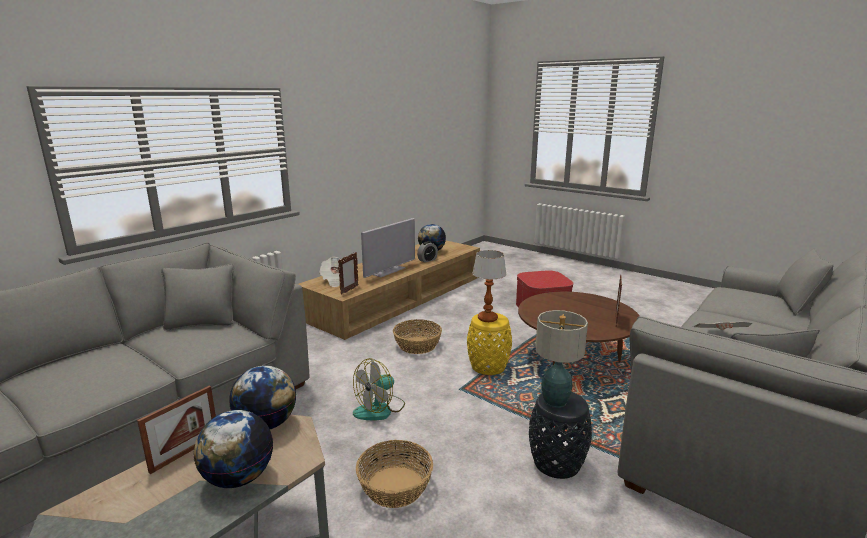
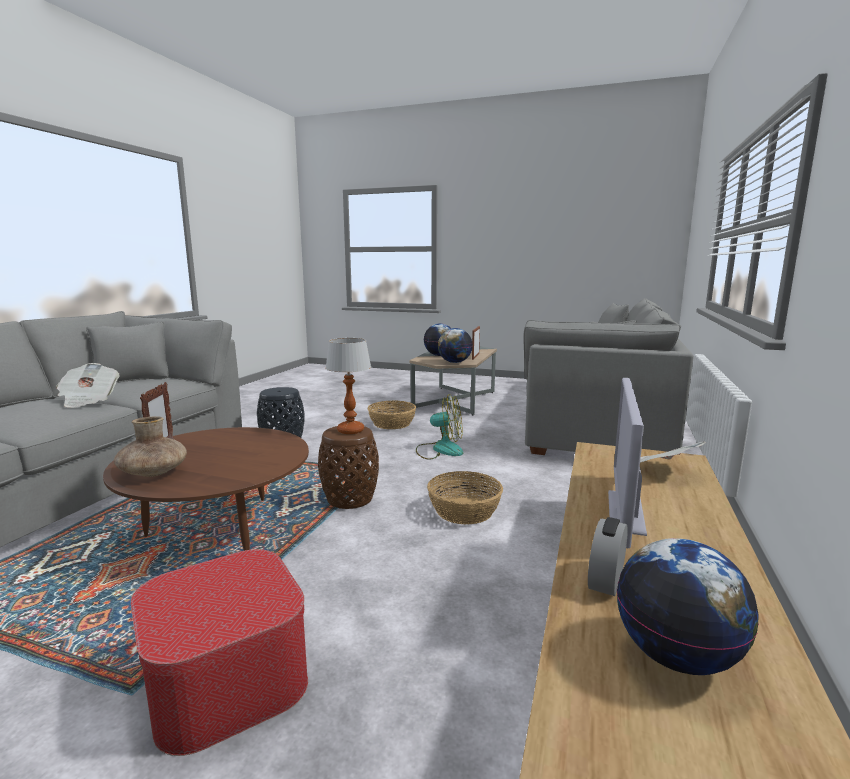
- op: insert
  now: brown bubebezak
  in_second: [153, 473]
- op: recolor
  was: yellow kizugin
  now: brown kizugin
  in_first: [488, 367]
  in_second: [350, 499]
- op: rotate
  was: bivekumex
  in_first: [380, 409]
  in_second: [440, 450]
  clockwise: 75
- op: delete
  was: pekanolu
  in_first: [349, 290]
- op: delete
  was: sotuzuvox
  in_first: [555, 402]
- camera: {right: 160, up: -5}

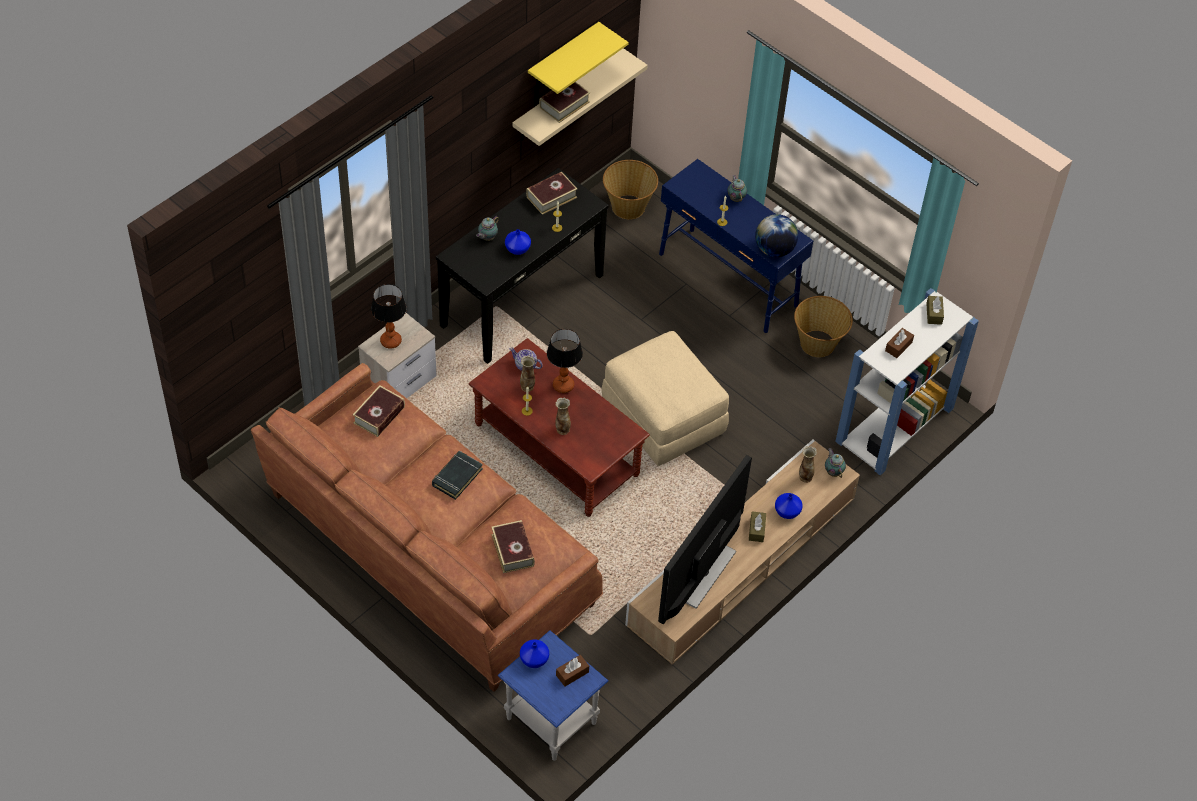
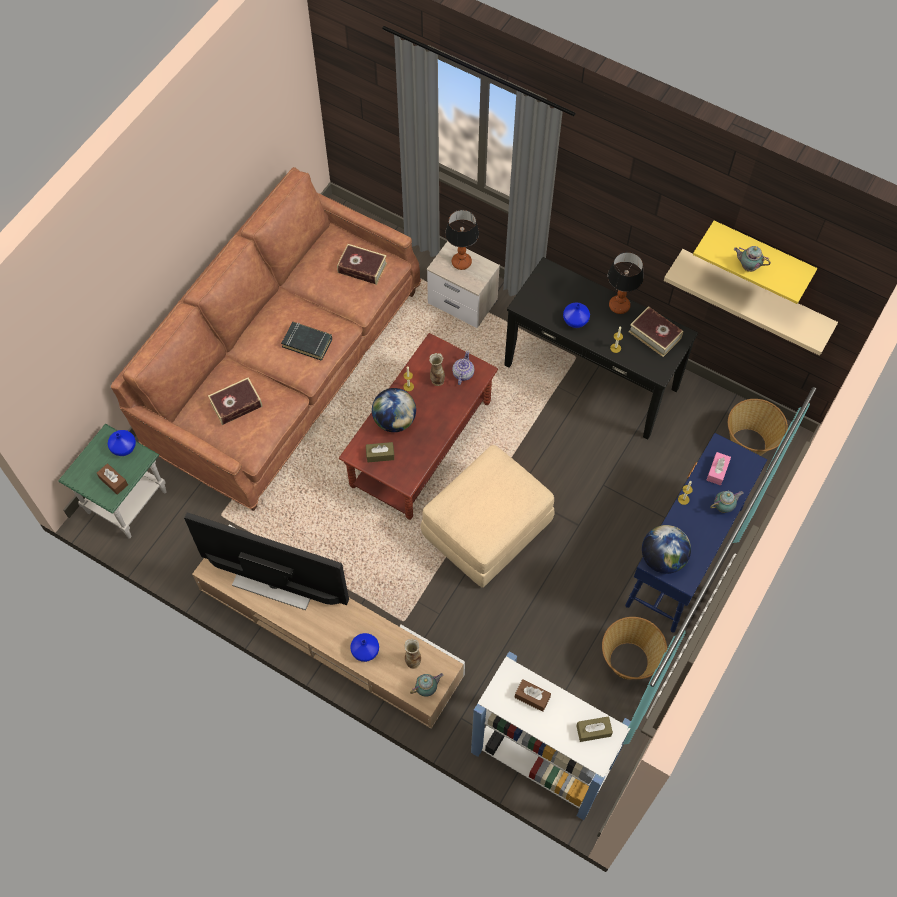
- op: recolor
  was: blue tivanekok
  now: green tivanekok
  in_first: [550, 720]
  in_second: [127, 501]
- op: move
  was: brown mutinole
  in_first: [756, 530]
  in_second: [380, 455]
- op: replace
  was: bubebezak
  now: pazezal
  in_first: [562, 429]
  in_second: [394, 420]
- op: move
  was: sotuzuvox
  in_first: [562, 385]
  in_second: [619, 305]
- op: insert
  now: pink mutinole
  in_second: [717, 471]
- op: move
  was: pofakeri
  in_first: [487, 238]
  in_second: [747, 266]
- op: delete
  was: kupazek
  in_first: [564, 105]
- camera: {right: 80, up: 10}

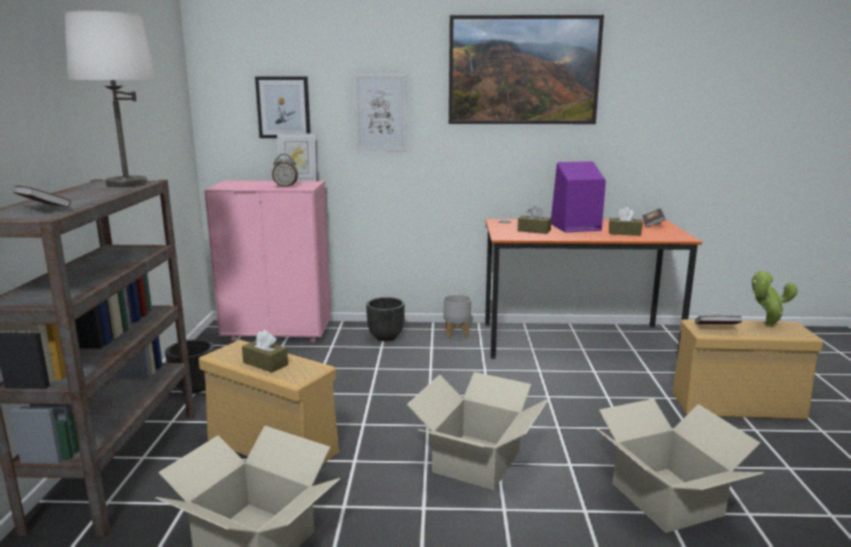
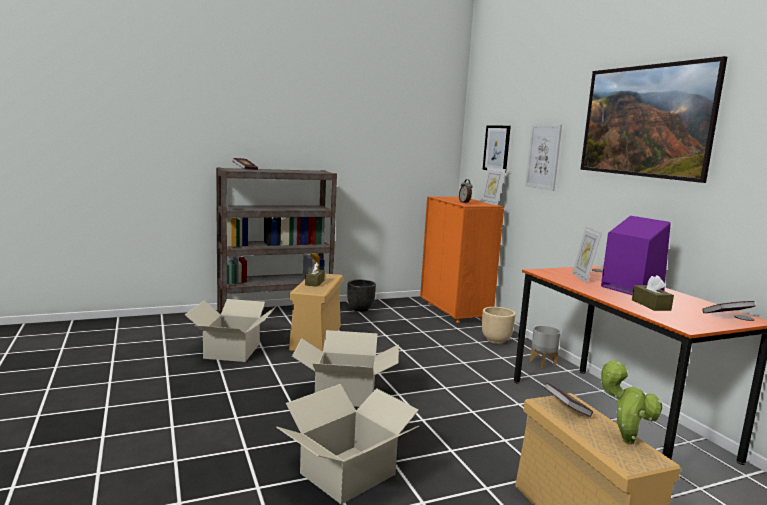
- op: recolor
  was: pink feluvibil
  now: orange feluvibil
  in_first: [279, 333]
  in_second: [455, 312]
- op: recolor
  was: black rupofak
  now: beige rupofak
  in_first: [386, 337]
  in_second: [496, 340]
- op: replace
  was: brown mutinole
  now: pekanolu
  in_first: [534, 231]
  in_second: [583, 278]
- op: delete
  was: white sotuzuvox
  in_first: [126, 184]
- camera: {right: 65, up: -5}

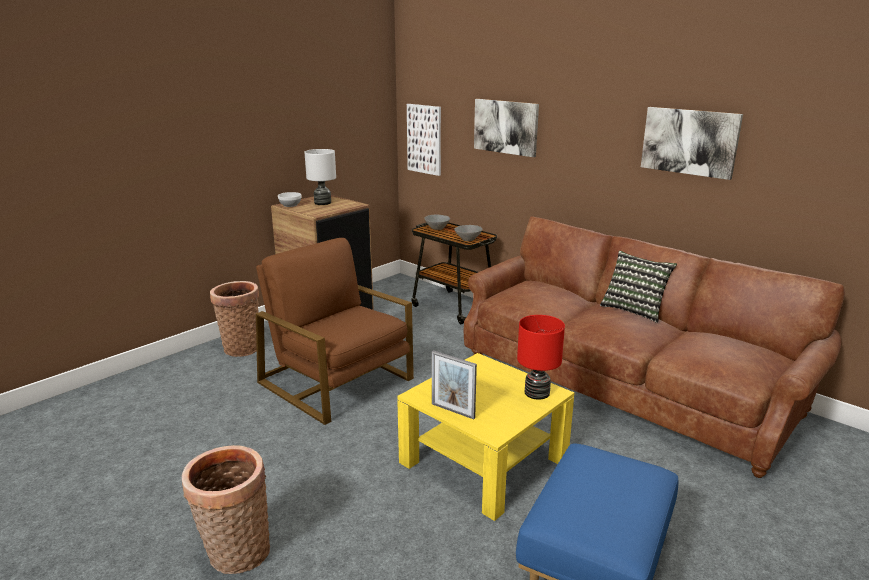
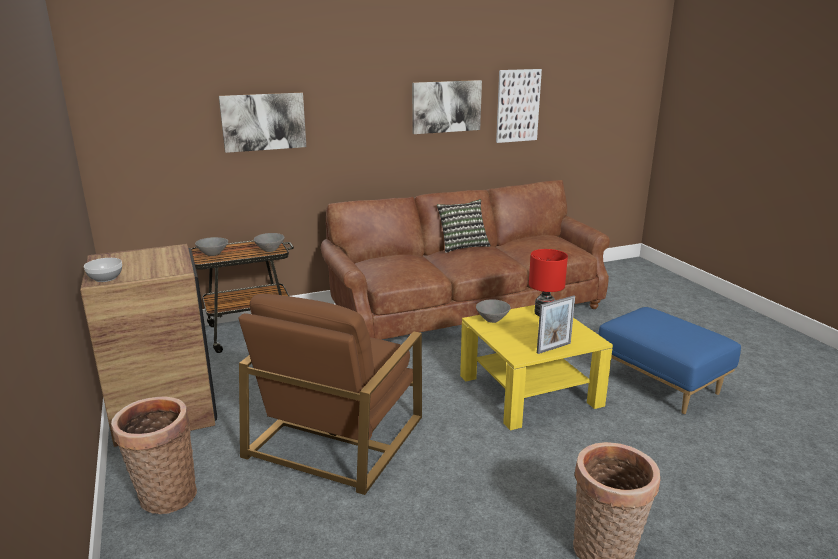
- op: rotate
  was: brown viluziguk
  in_first: [338, 381]
  in_second: [335, 434]
  clockwise: -45
- op: insert
  now: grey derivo
  in_second: [492, 319]
- op: move
  was: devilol
  in_first: [424, 139]
  in_second: [517, 105]
- op: delete
  was: grey sotuzuvox
  in_first: [322, 203]
- camera: {right: -65, up: 0}

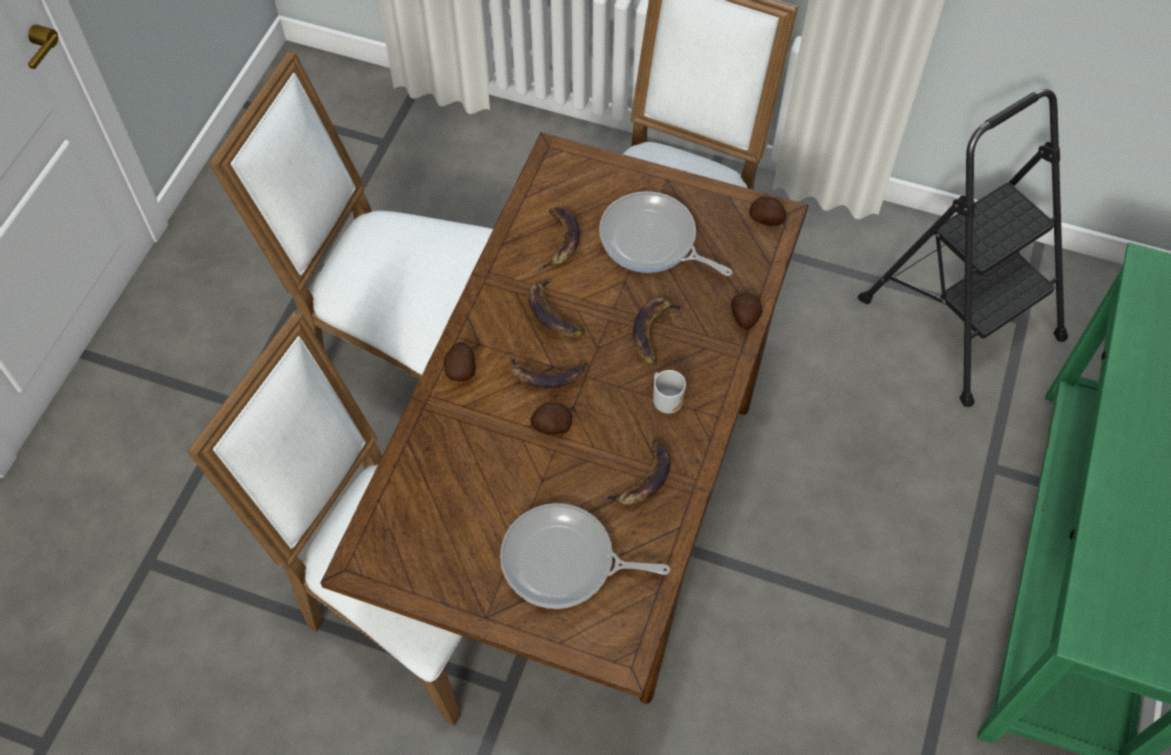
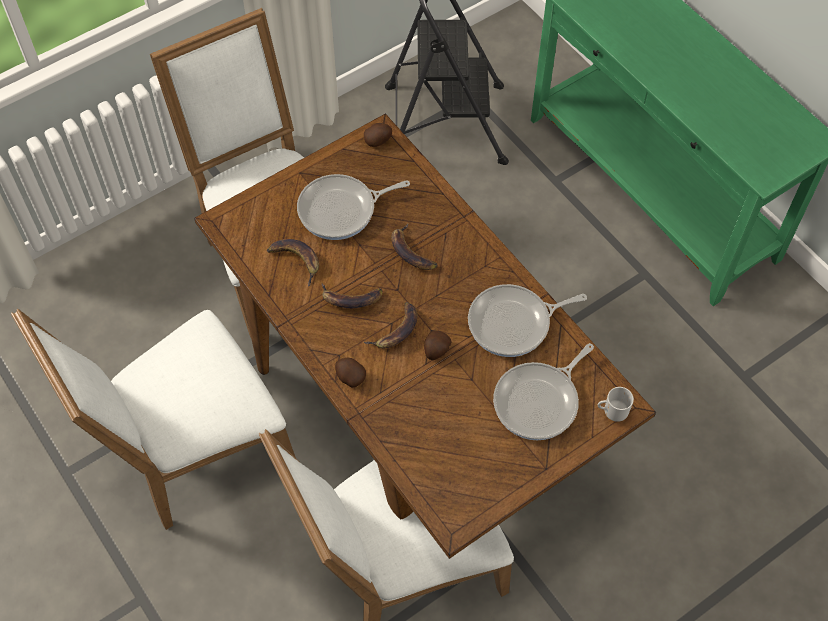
- op: replace
  was: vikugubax
  now: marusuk
  in_first: [643, 480]
  in_second: [513, 323]
- op: move
  was: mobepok
  in_first: [667, 402]
  in_second: [613, 412]
- op: delete
  was: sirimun
  in_first: [744, 318]
- camera: {right: -55, up: 0}

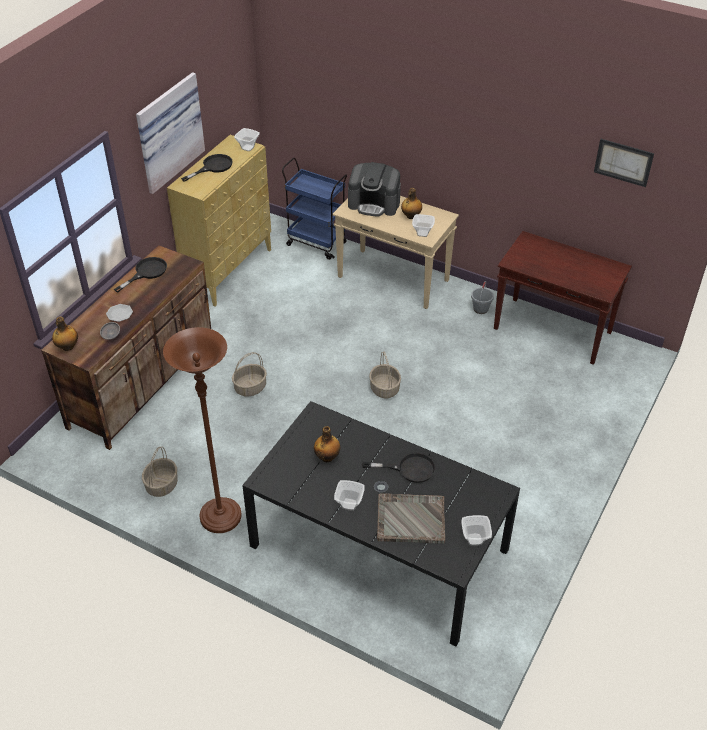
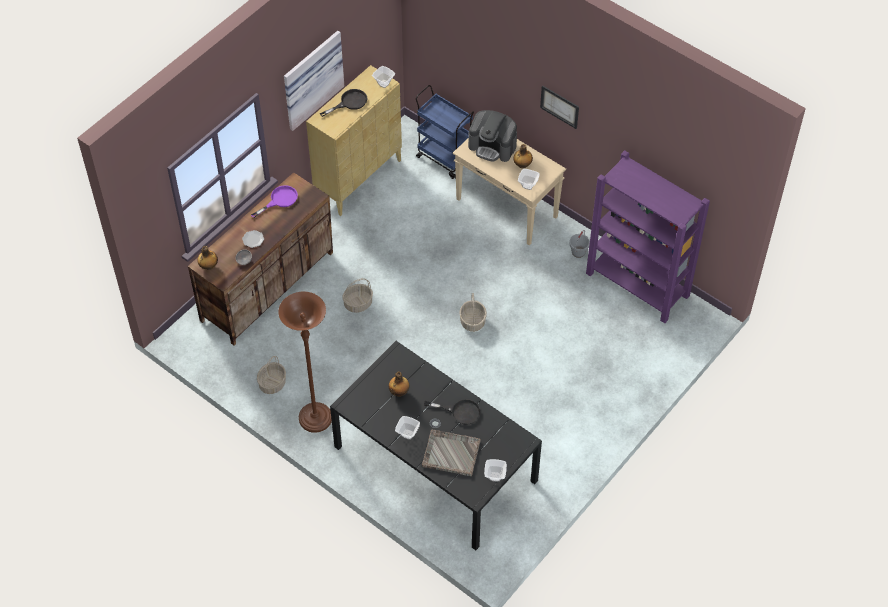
- op: recolor
  was: black marusuk
  now: purple marusuk
  in_first: [146, 272]
  in_second: [279, 200]
- op: move
  was: devilol
  in_first: [623, 162]
  in_second: [559, 106]
- op: replace
  was: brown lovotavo
  now: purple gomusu
  in_first: [553, 331]
  in_second: [637, 284]
- camera: {right: 10, up: 10}

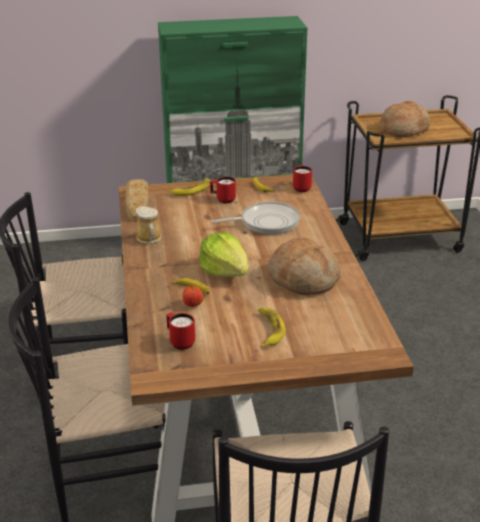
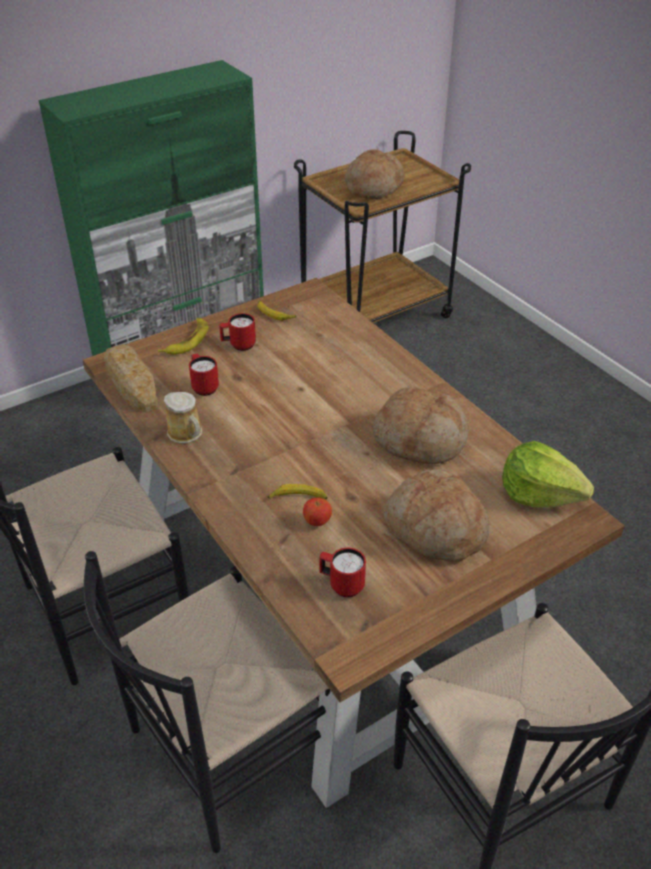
- op: move
  was: red mobepok
  in_first: [301, 187]
  in_second: [203, 386]
- op: replace
  was: vikugubax
  now: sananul
  in_first: [269, 330]
  in_second: [434, 529]
- op: move
  was: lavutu
  in_first: [225, 271]
  in_second: [539, 493]
- op: delete
  was: marusuk
  in_first: [266, 222]
- camera: {right: -25, up: 10}

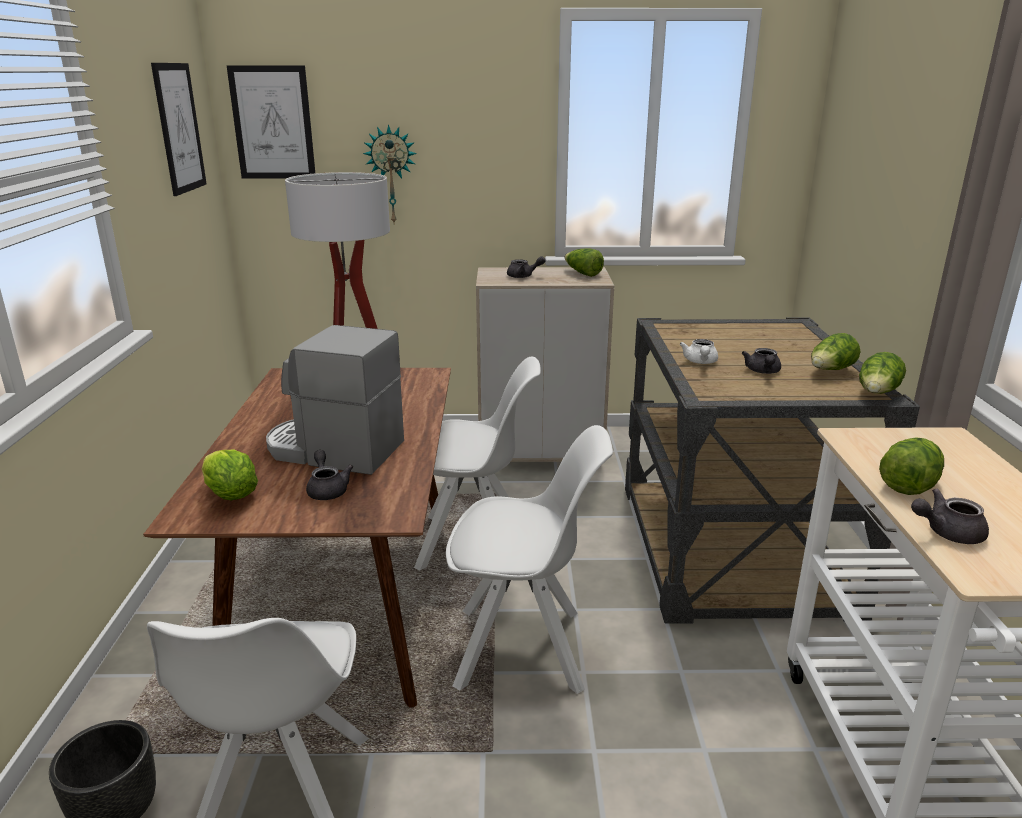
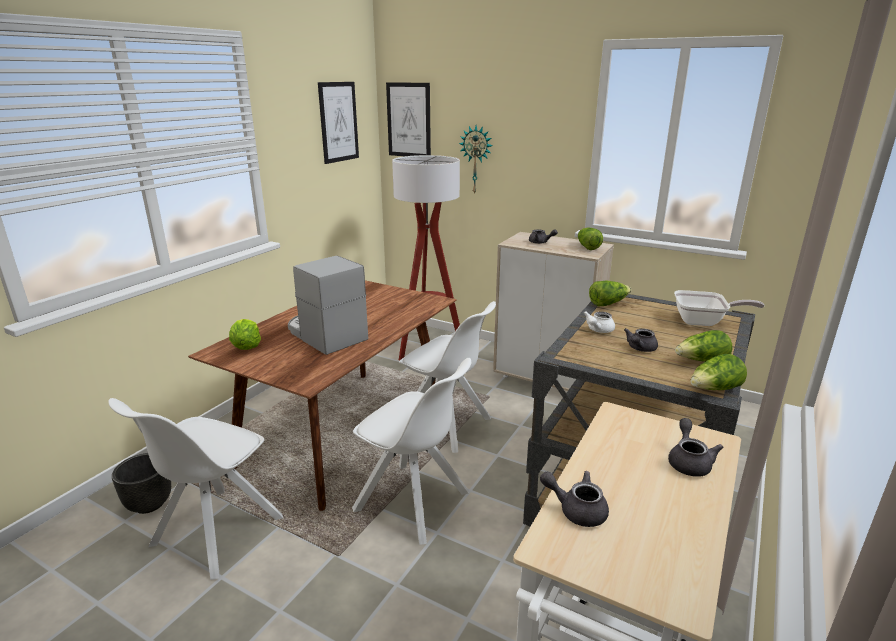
- op: move
  was: lavutu
  in_first: [908, 483]
  in_second: [608, 303]
- op: move
  was: grey pofakeri
  in_first: [327, 489]
  in_second: [689, 462]
- op: insert
  now: marusuk
  in_second: [704, 322]
- camera: {right: 30, up: 0}

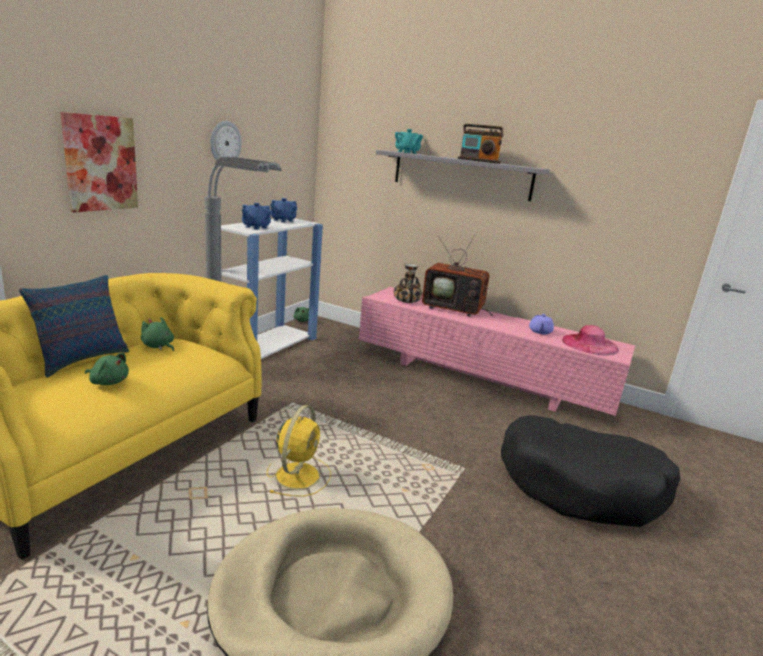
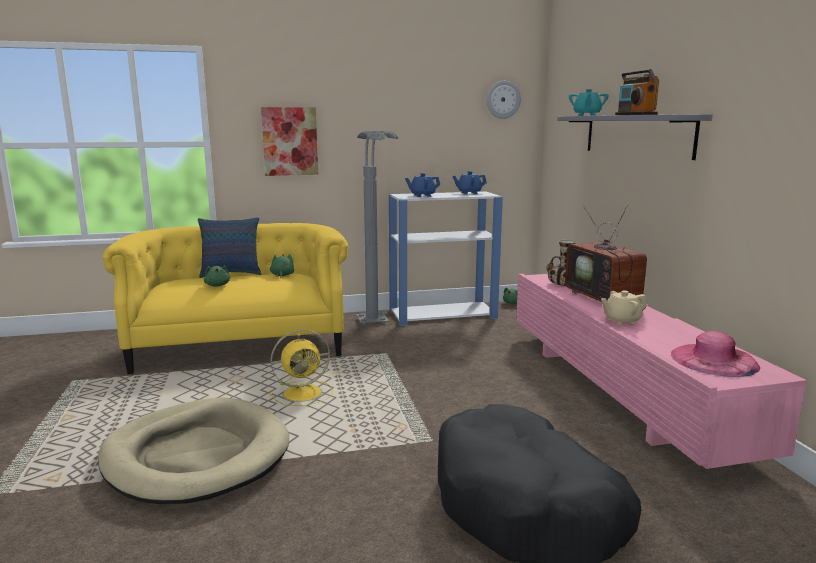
- op: move
  was: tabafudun
  in_first: [225, 143]
  in_second: [503, 99]
- op: insert
  now: beige pofakeri
  in_second: [621, 321]
- op: delete
  was: purple pofakeri
  in_first: [540, 332]
- camera: {right: 50, up: -5}

